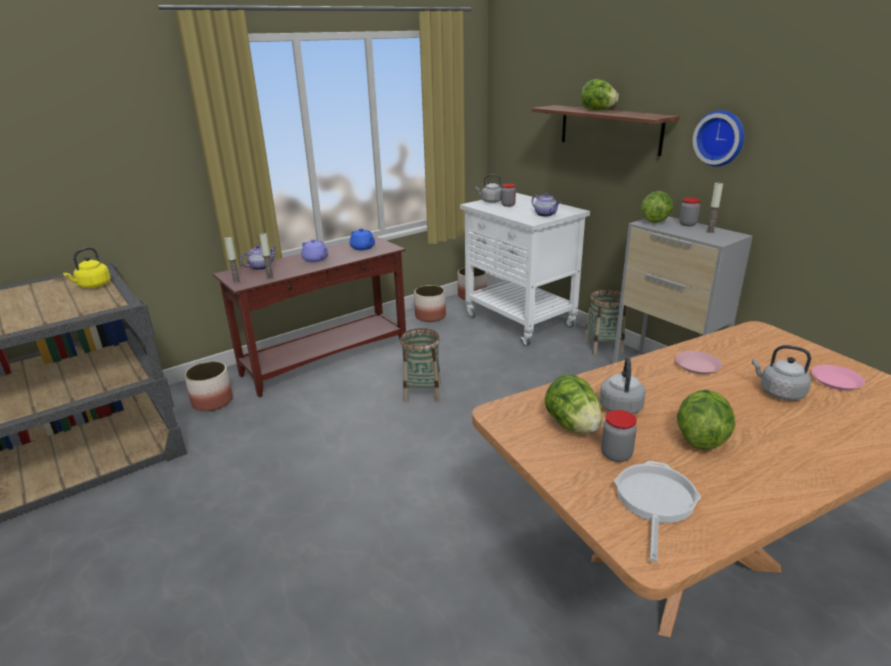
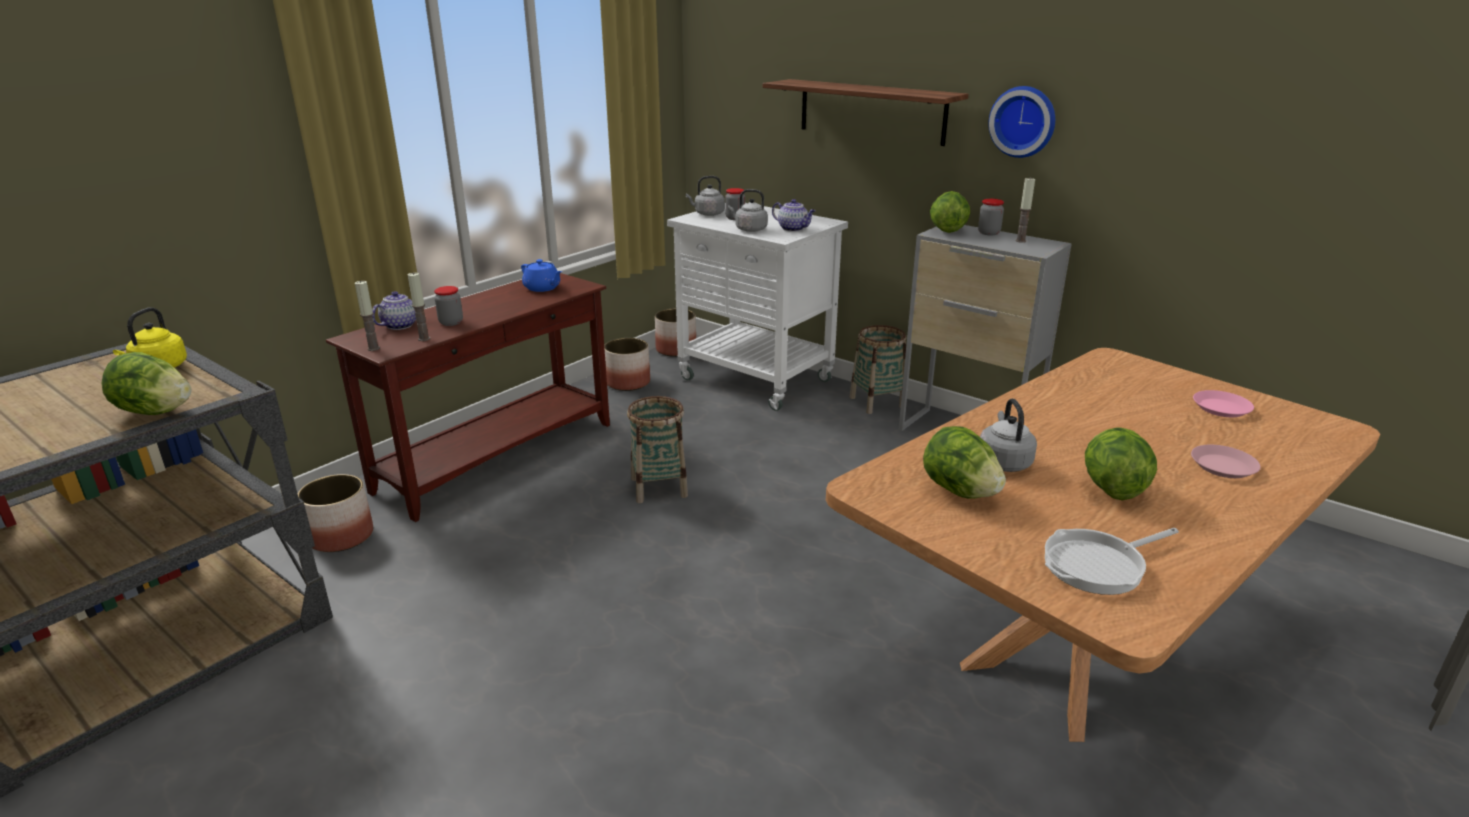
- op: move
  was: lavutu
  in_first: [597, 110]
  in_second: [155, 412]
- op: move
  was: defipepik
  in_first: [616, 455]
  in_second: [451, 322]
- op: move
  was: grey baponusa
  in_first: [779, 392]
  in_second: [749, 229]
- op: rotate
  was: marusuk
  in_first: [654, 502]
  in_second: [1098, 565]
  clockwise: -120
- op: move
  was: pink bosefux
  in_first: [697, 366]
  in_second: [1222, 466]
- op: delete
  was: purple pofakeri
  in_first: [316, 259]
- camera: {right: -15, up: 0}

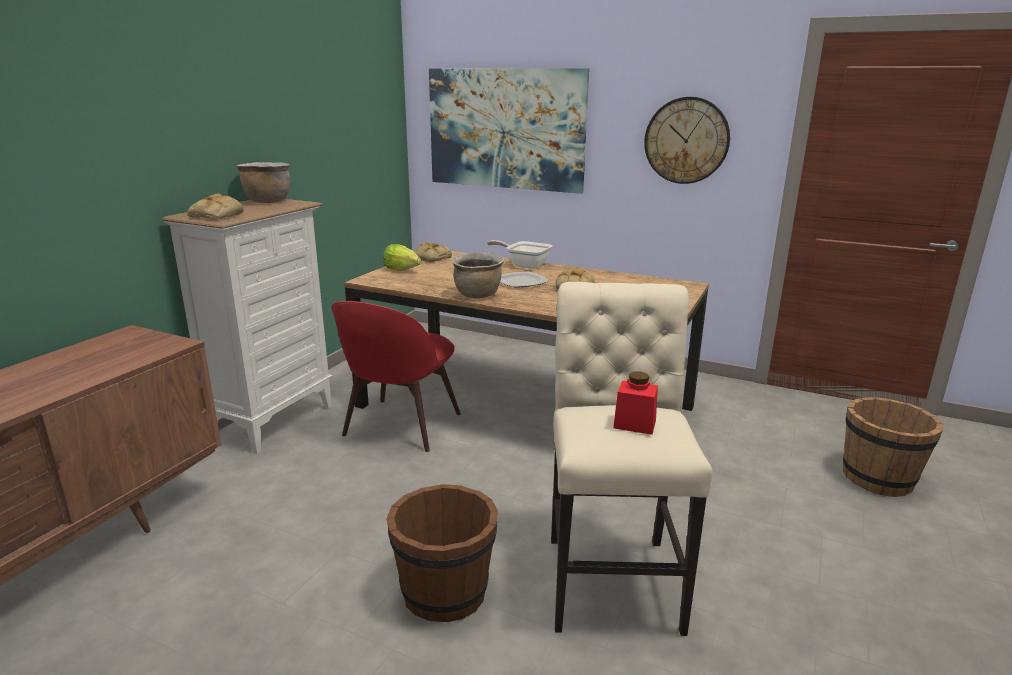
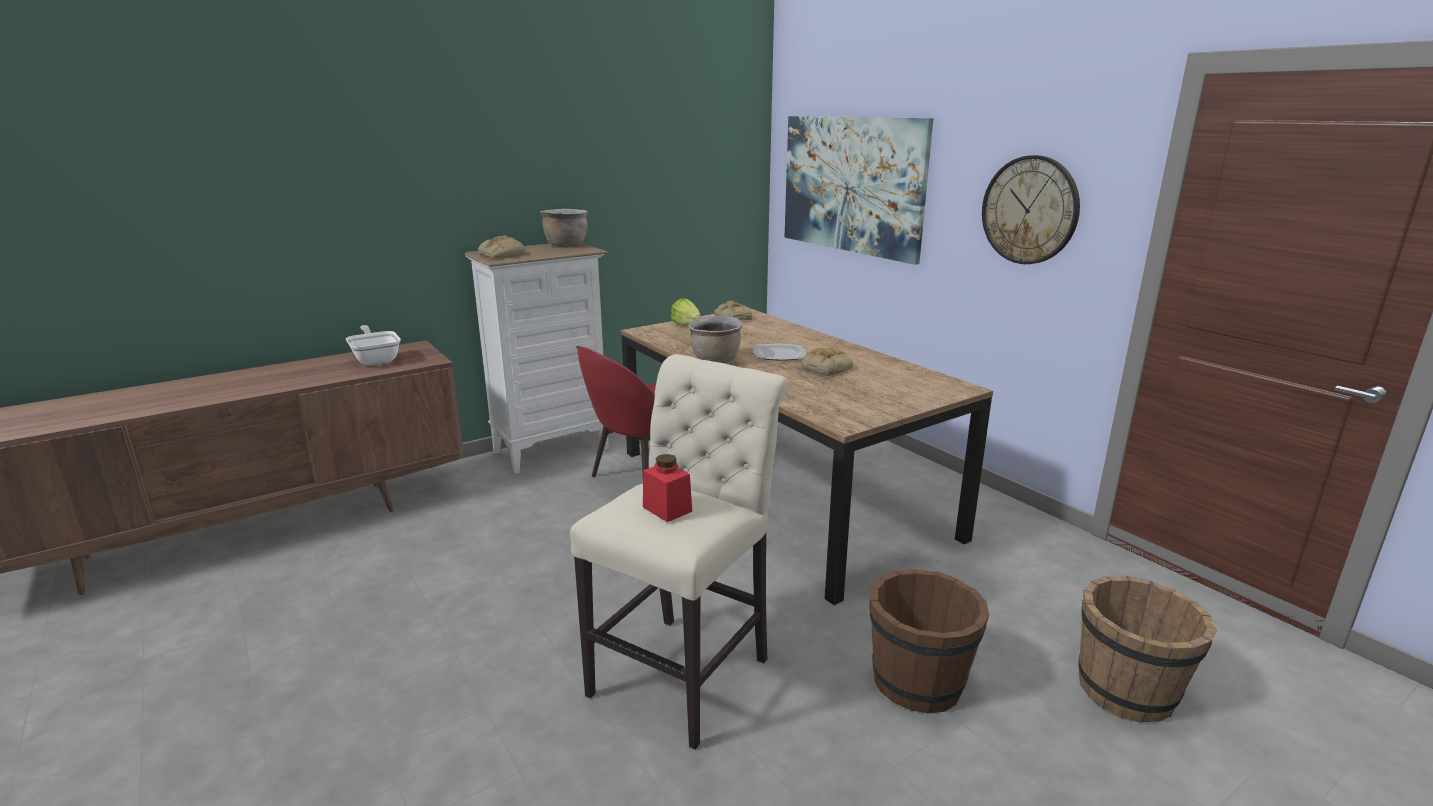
- op: move
  was: marusuk
  in_first: [524, 265]
  in_second: [376, 360]
- op: move
  was: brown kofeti
  in_first: [445, 591]
  in_second: [918, 682]
- camera: {right: 30, up: 0}

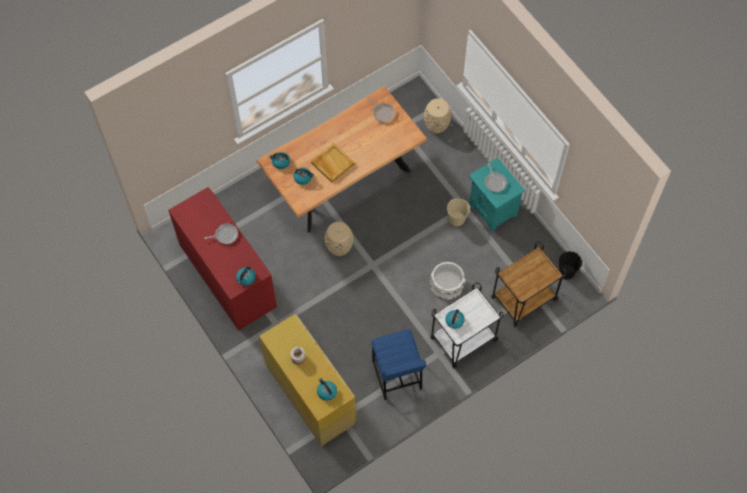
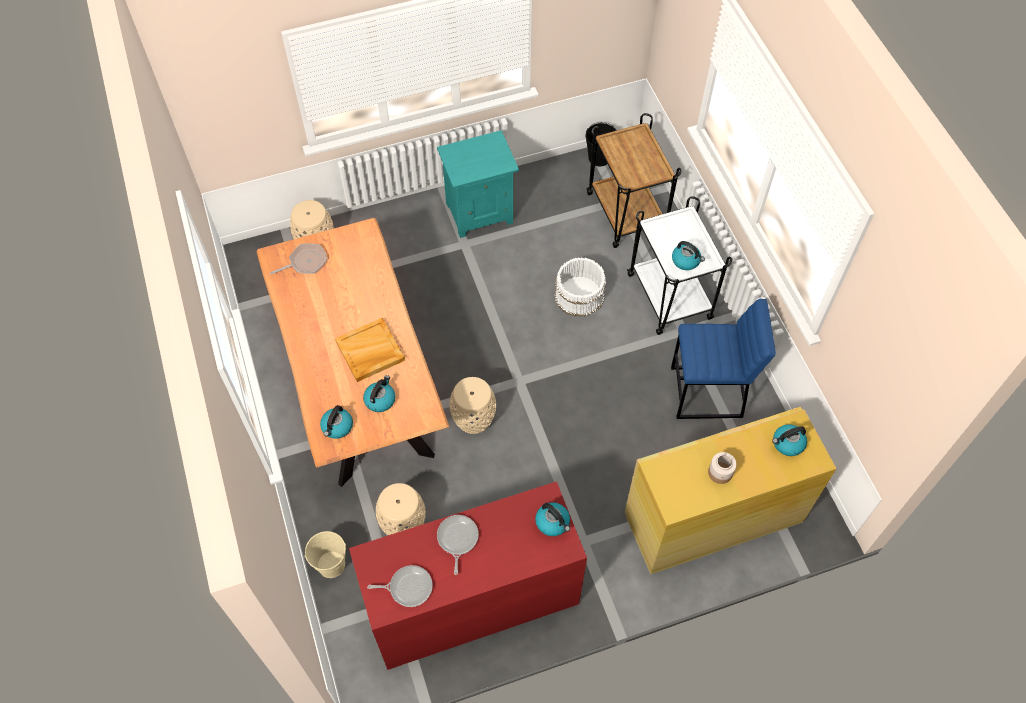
- op: move
  was: beige kofeti
  in_first: [457, 219]
  in_second: [331, 564]
- op: move
  was: marusuk
  in_first: [495, 182]
  in_second: [408, 587]
- op: insert
  now: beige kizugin
  in_second: [403, 524]
- camera: {right: -75, up: -5}

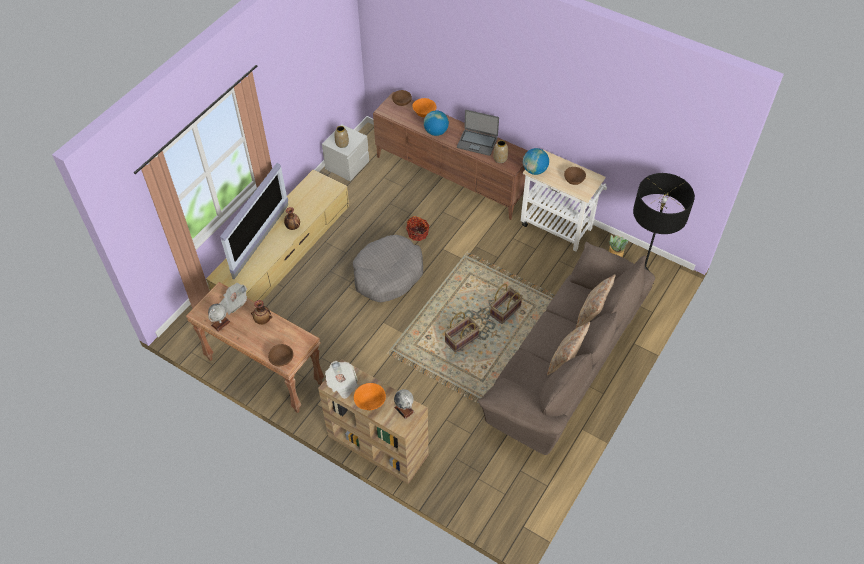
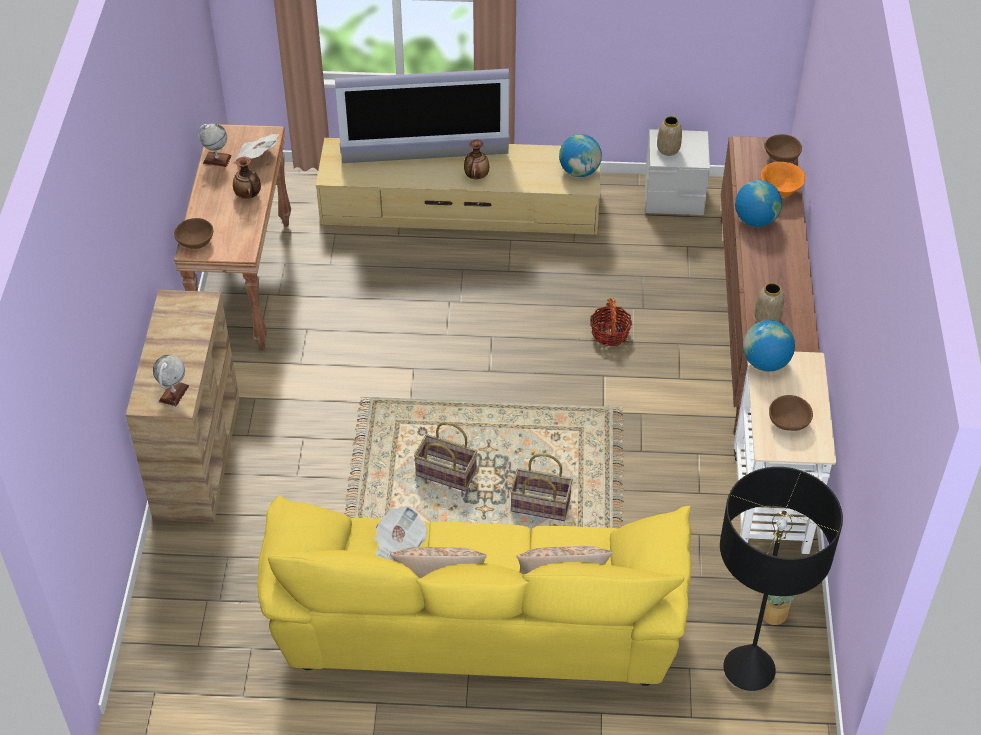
- op: recolor
  was: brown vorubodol
  now: yellow vorubodol
  in_first: [561, 369]
  in_second: [475, 627]
- op: move
  was: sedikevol
  in_first: [342, 384]
  in_second: [398, 546]
- op: insert
  now: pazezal
  in_second: [579, 171]
- op: delete
  was: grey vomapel
  in_first: [387, 275]
- op: delete
  was: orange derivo
  in_first: [370, 403]
- op: delete
  was: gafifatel
  in_first: [477, 142]
- camera: {right: 60, up: -5}

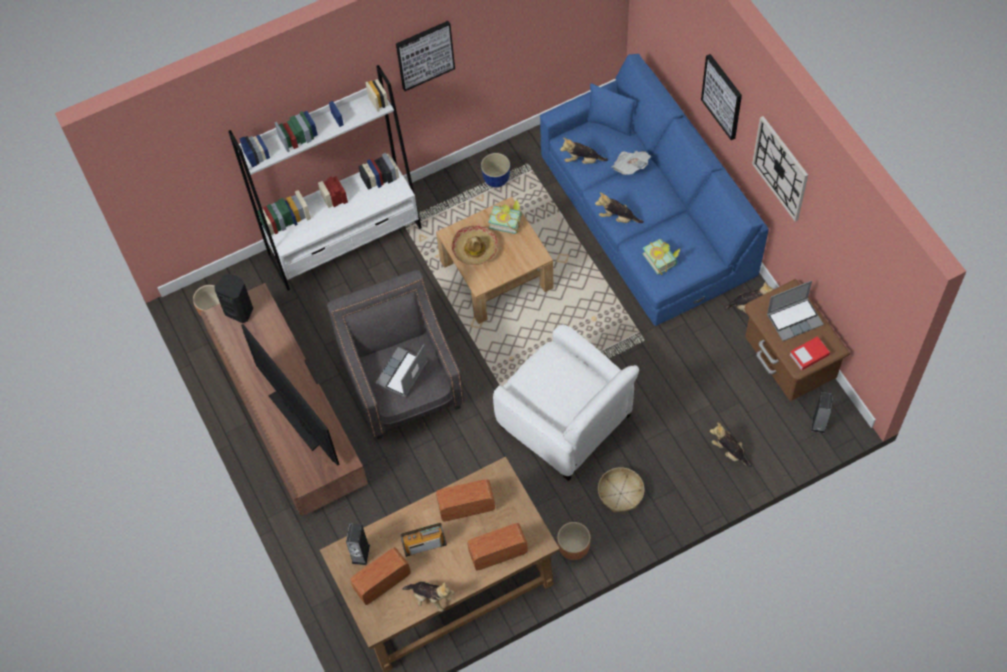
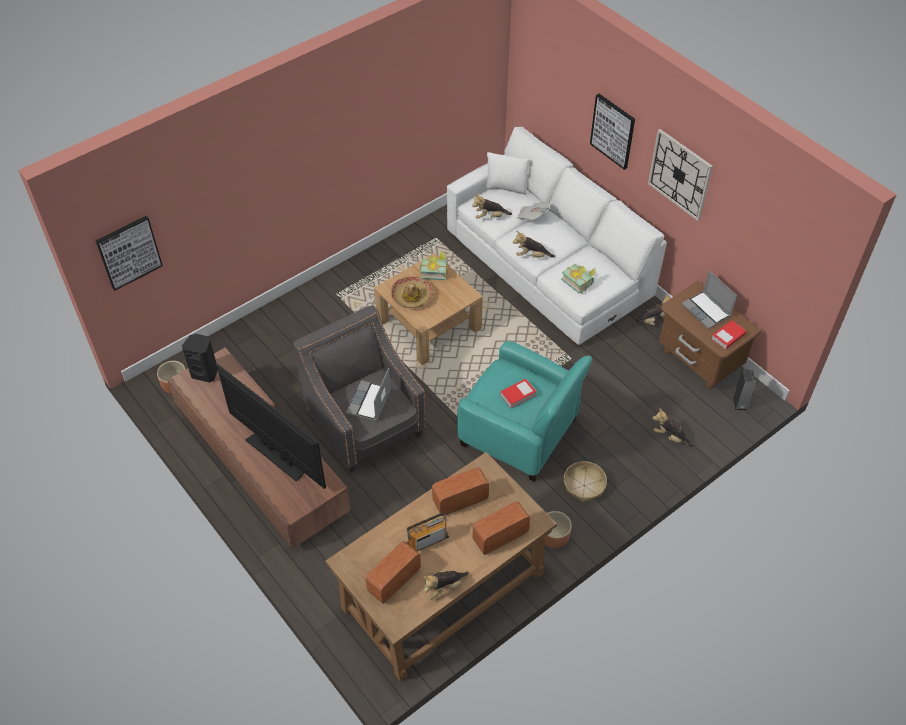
- op: move
  was: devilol
  in_first: [425, 54]
  in_second: [129, 252]
- op: rotate
  was: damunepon
  in_first: [430, 598]
  in_second: [444, 587]
  clockwise: 135
- op: recolor
  was: blue vorubodol
  now: white vorubodol
  in_first: [647, 219]
  in_second: [548, 266]
- op: recolor
  was: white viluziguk
  now: turquoise viluziguk
  in_first: [566, 422]
  in_second: [520, 433]
- op: insert
  now: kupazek
  in_second: [518, 395]
- op: rotate
  was: gafifatel
  in_first: [794, 319]
  in_second: [707, 311]
  clockwise: 90
- op: delete
  was: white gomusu
  in_first: [345, 241]
- op: delete
  was: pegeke
  in_first: [360, 554]
- op: delete
  was: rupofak
  in_first: [496, 179]
- camera: {right: -15, up: -10}

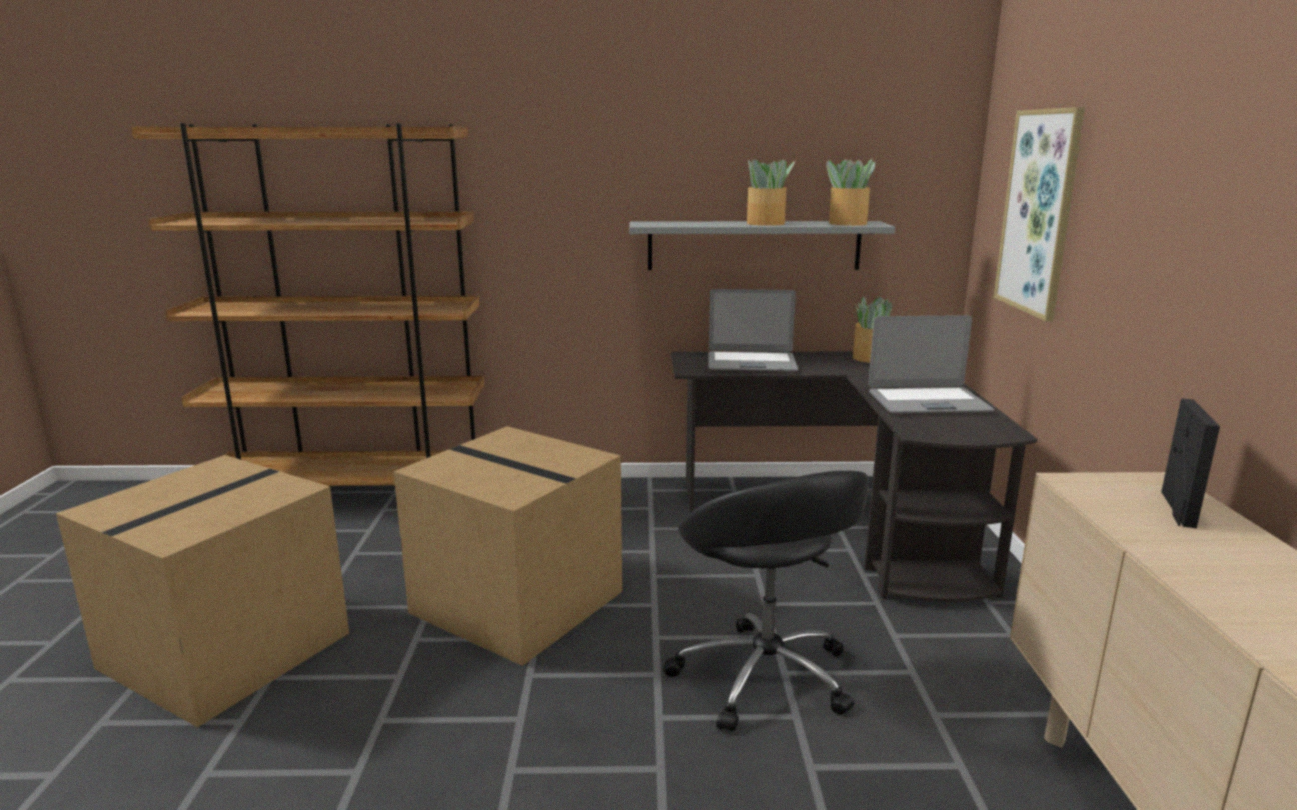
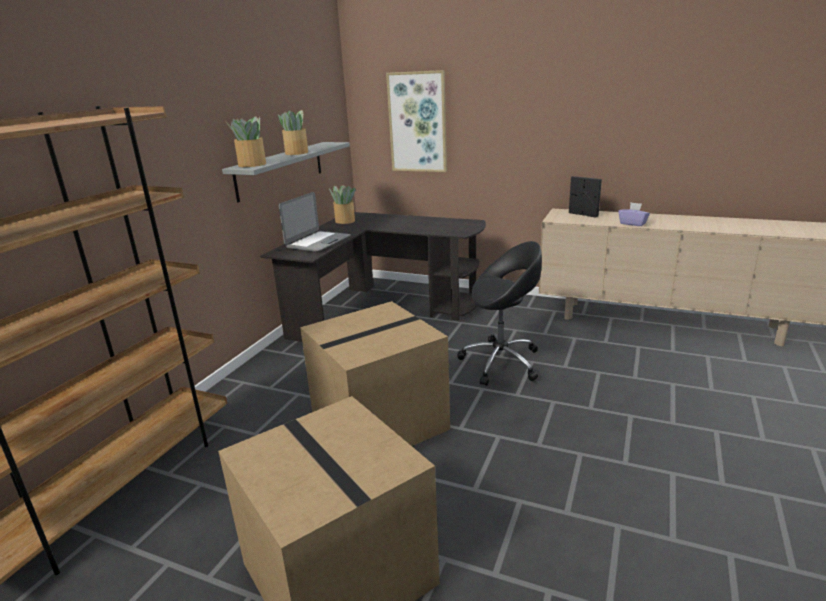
- op: move
  was: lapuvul
  in_first: [847, 223]
  in_second: [251, 164]
- op: insert
  now: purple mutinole
  in_second: [633, 223]
- op: delete
  was: gafifatel
  in_first: [927, 402]
- camera: {right: -65, up: 5}

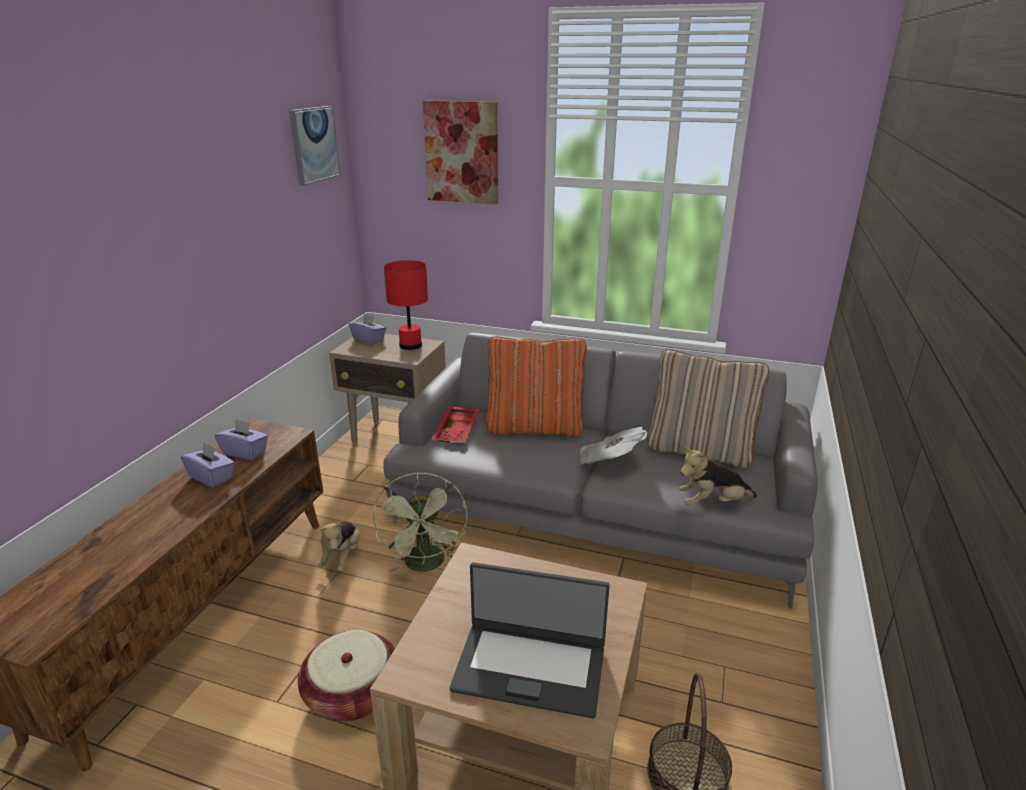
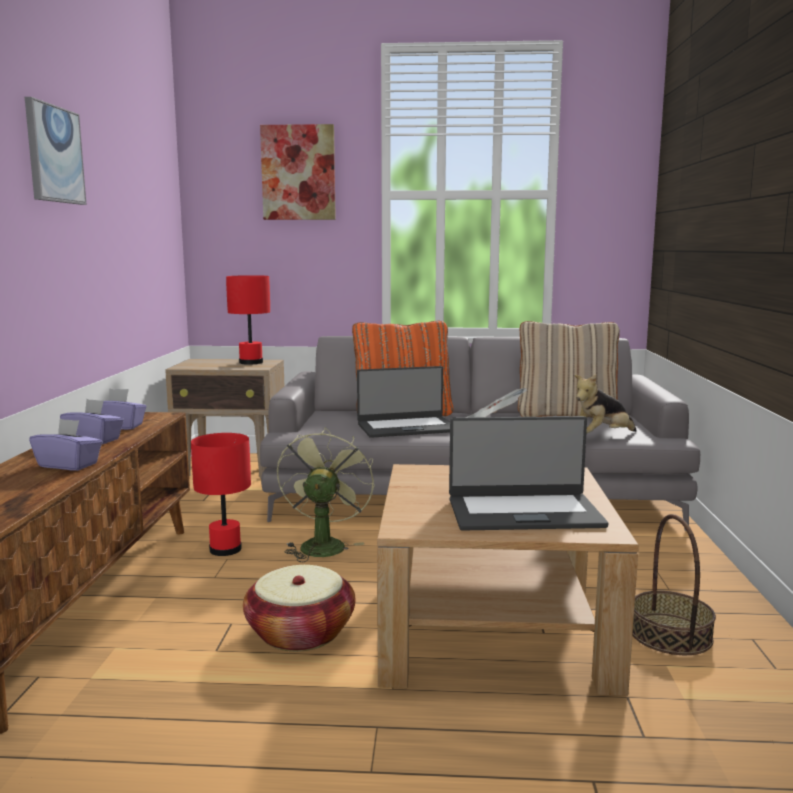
- op: move
  was: devilol
  in_first: [314, 144]
  in_second: [54, 154]
- op: move
  was: purple mutinole
  in_first: [369, 339]
  in_second: [69, 465]
- op: replace
  was: damunepon
  now: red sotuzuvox
  in_first: [342, 557]
  in_second: [225, 549]
- op: rotate
  was: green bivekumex
  in_first: [426, 565]
  in_second: [323, 544]
  clockwise: -150
- op: insert
  now: gafifatel
  in_second: [406, 427]
- op: delete
  was: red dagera
  in_first: [457, 431]
- camera: {right: -15, up: -15}

